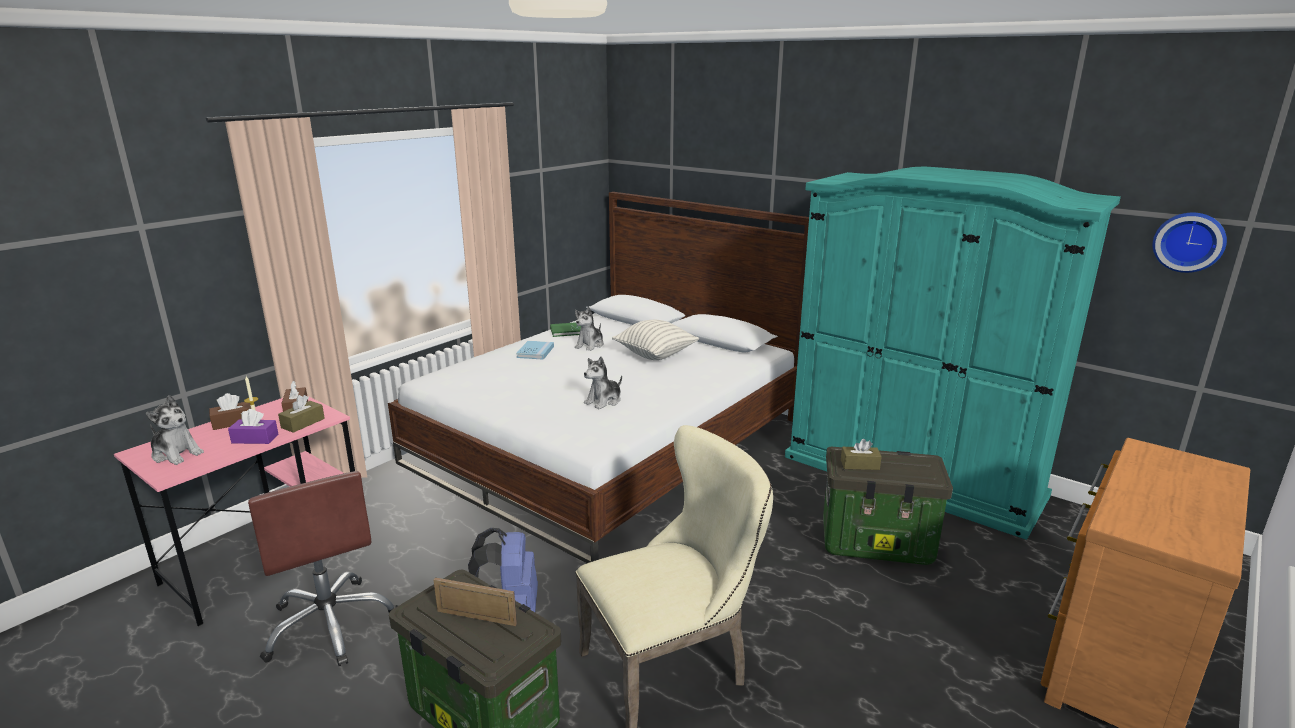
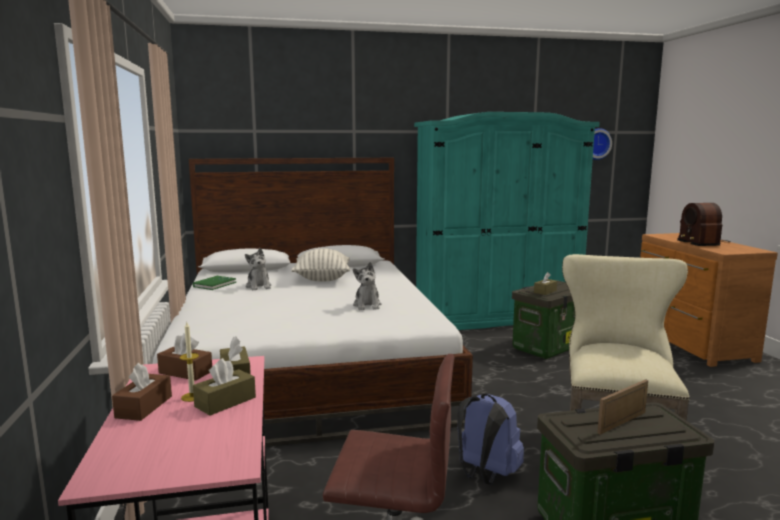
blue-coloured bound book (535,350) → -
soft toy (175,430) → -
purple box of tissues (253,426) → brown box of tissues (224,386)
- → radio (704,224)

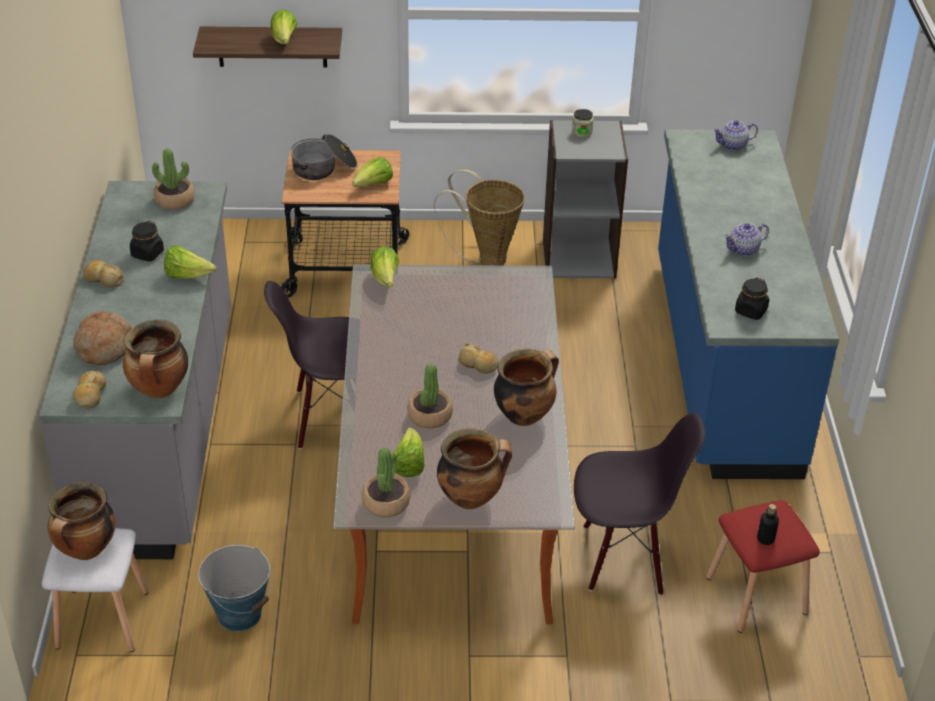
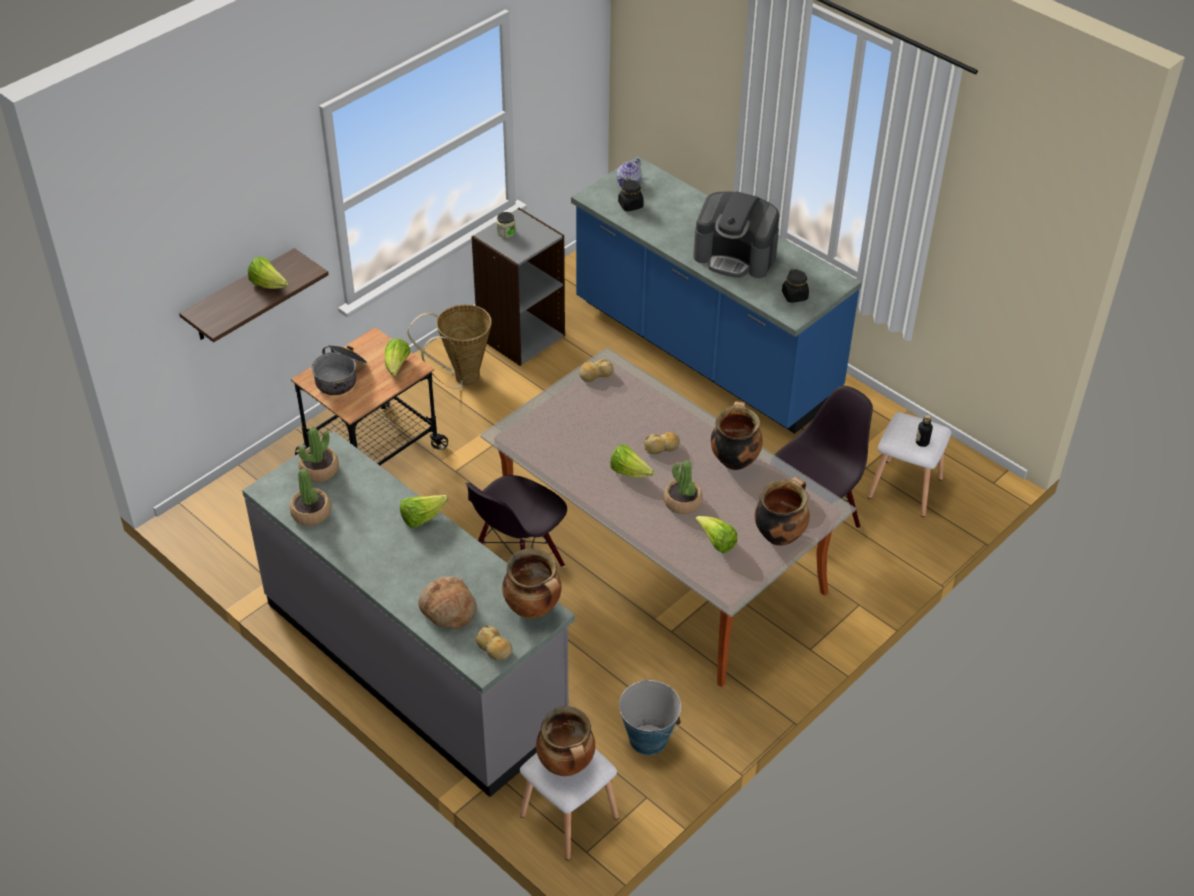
black-coloured jar (147,241) → black-coloured jar (631,195), move
teapot (746,239) → coffee machine (736,234)
head of lettuce (384,266) → head of lettuce (632,461), move
bakery bread (104,273) → bakery bread (596,370), move
plant in a pot (386,482) → plant in a pot (310,497), move
reddish stool seat (763,566) → white-coloured stool seat (910,464)

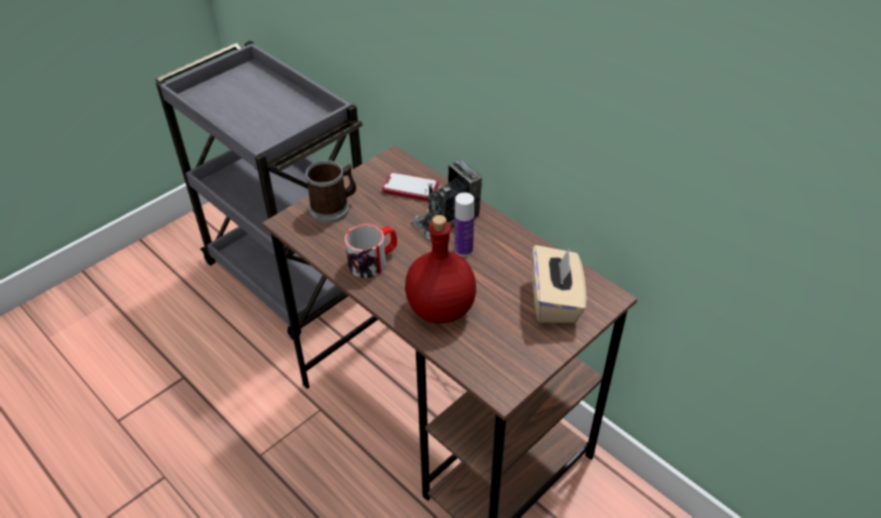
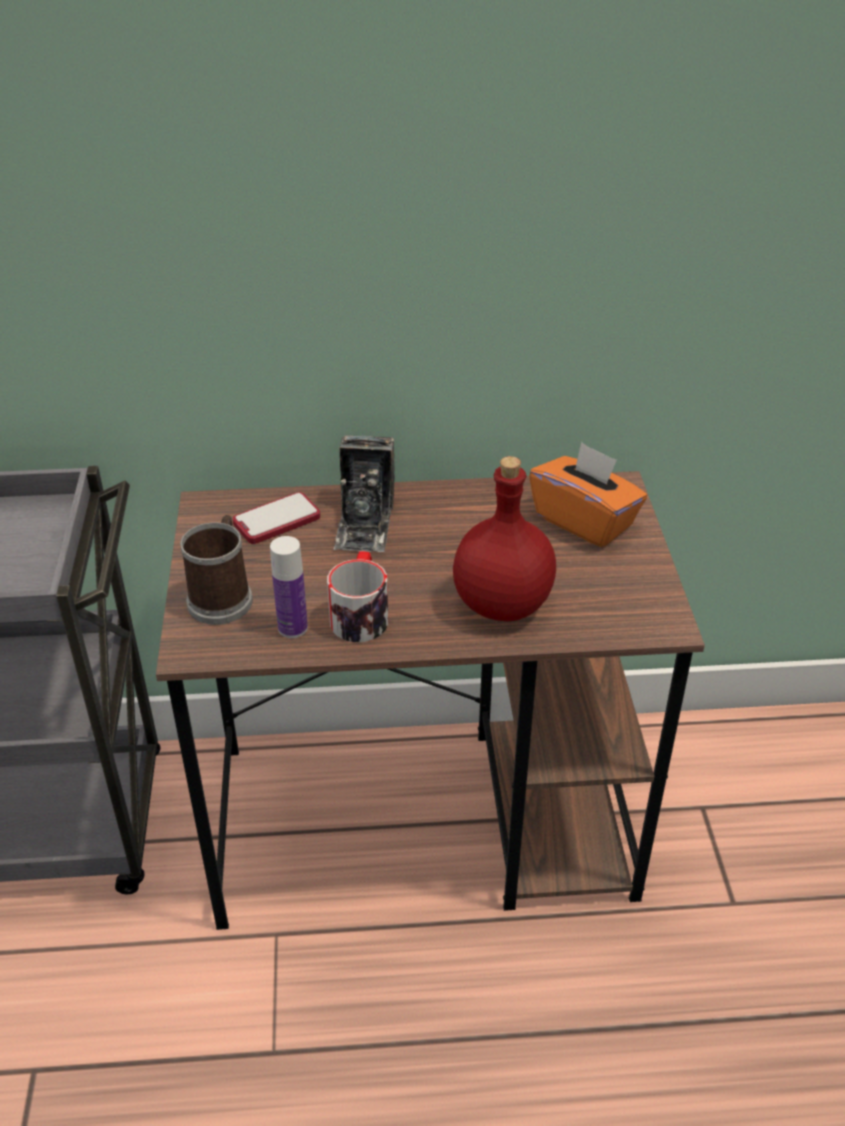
drink bottle (464,224) → drink bottle (289,587), move
sand-coloured box of tissues (559,284) → orange-coloured box of tissues (588,495)

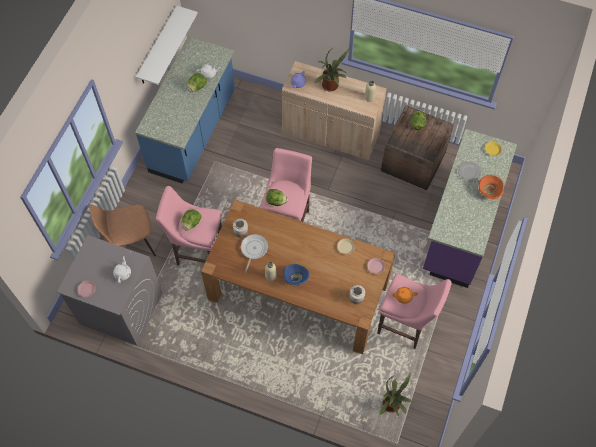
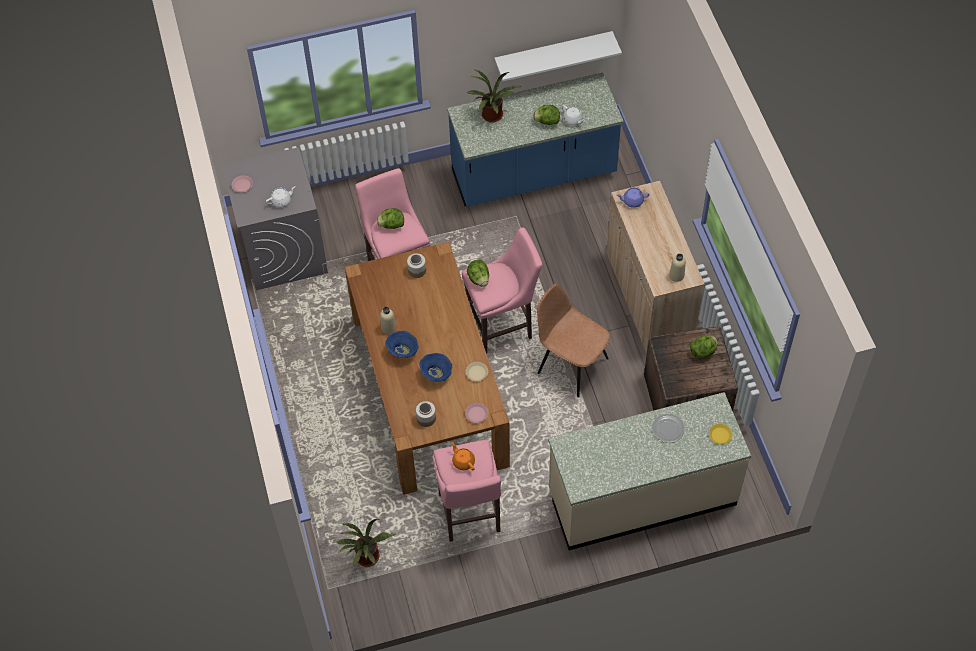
plant in a pot (332,69) → plant in a pot (494,95), move
purple counter (470,208) → sand-coloured counter (649,471)
orange-coloured serving bowl (491,187) → -
brown upright chair (122,230) → brown upright chair (573,340), move
pan (254,253) → -
- → blue-coloured serving bowl (435,367)

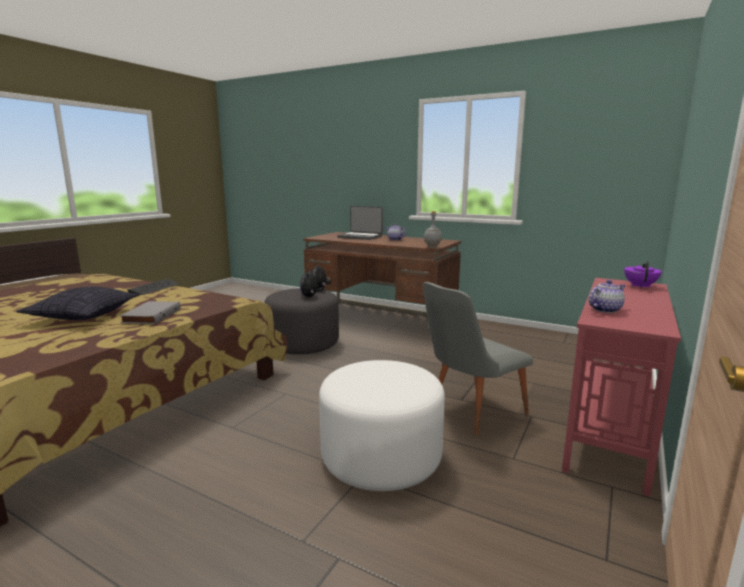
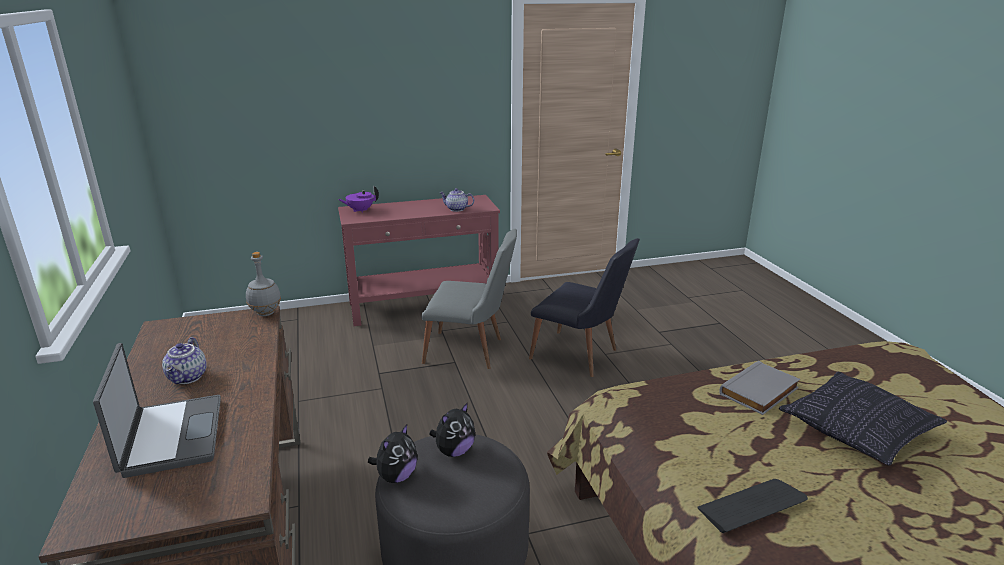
white-coloured pouffe (382,425) → black-coloured upright chair (584,307)

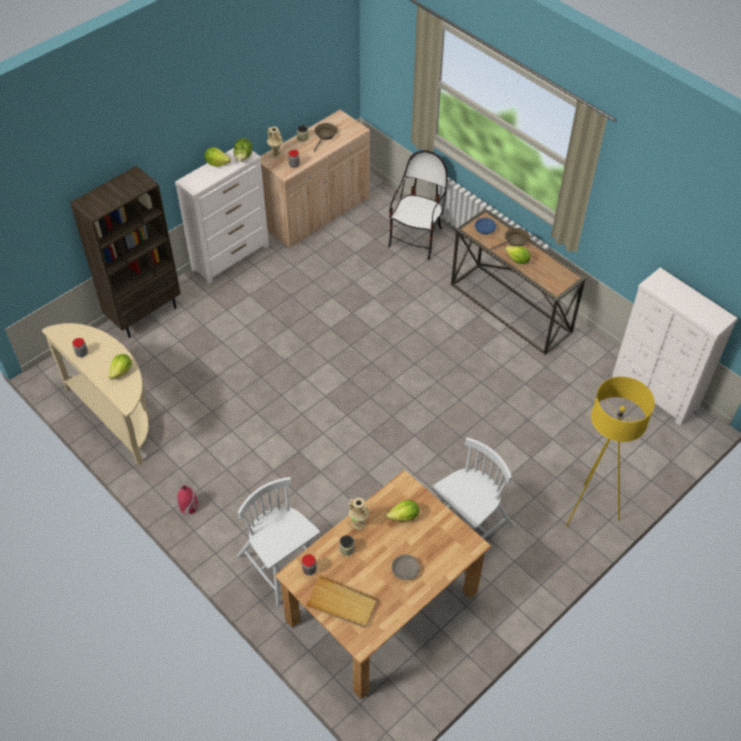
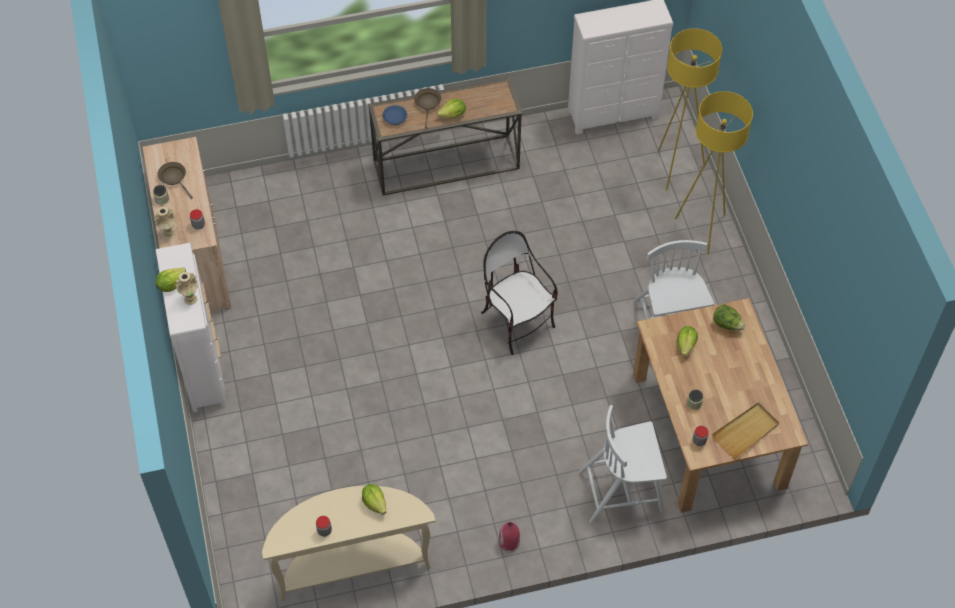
head of lettuce (243,150) → head of lettuce (729,317), move
upright chair (418,205) → upright chair (519,293), move
brown bookshelf (125,252) → -
sand-coloured flower vase (358,514) → sand-coloured flower vase (187,288), move
greyish serving bowl (406,567) → -
- → yellowish floor lamp (690,109)

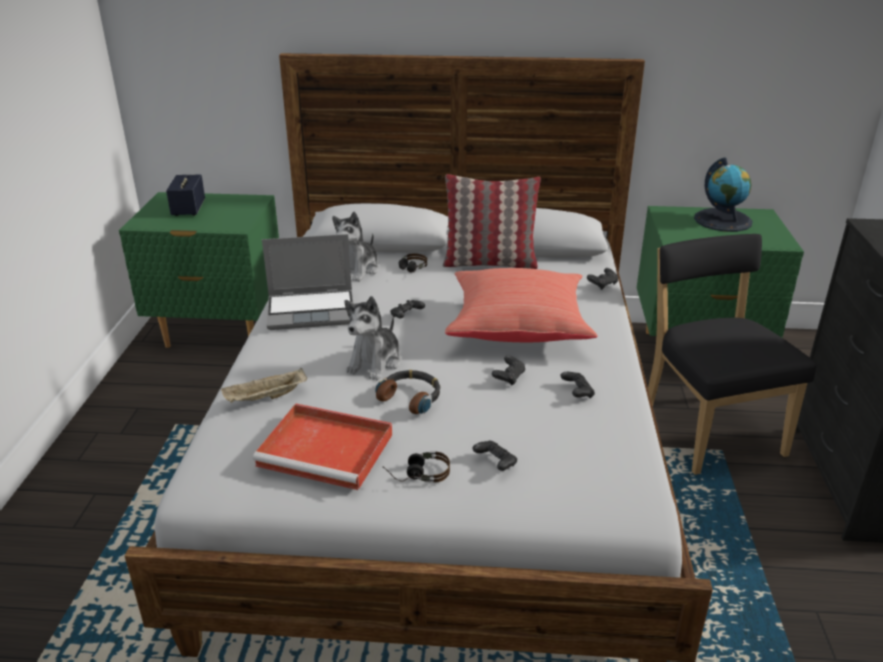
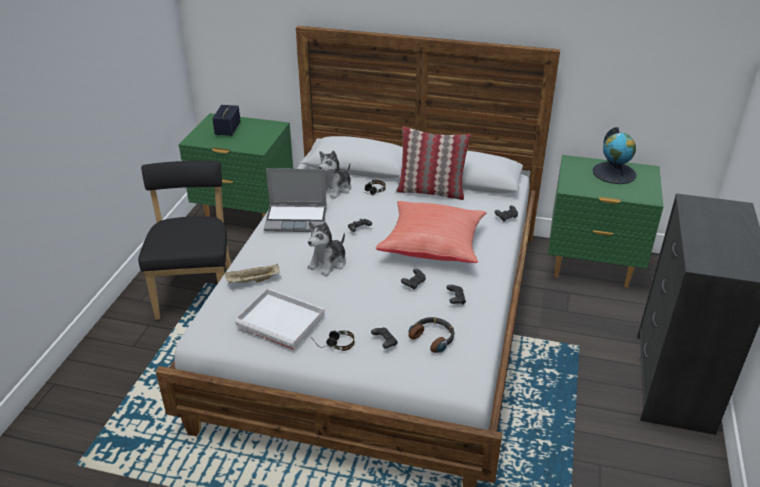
black-coloured upright chair (732,354) → black-coloured upright chair (184,240), move
pair of headphones (407,392) → pair of headphones (432,335), move
reddish carrying tray (322,446) → white-coloured carrying tray (280,319)

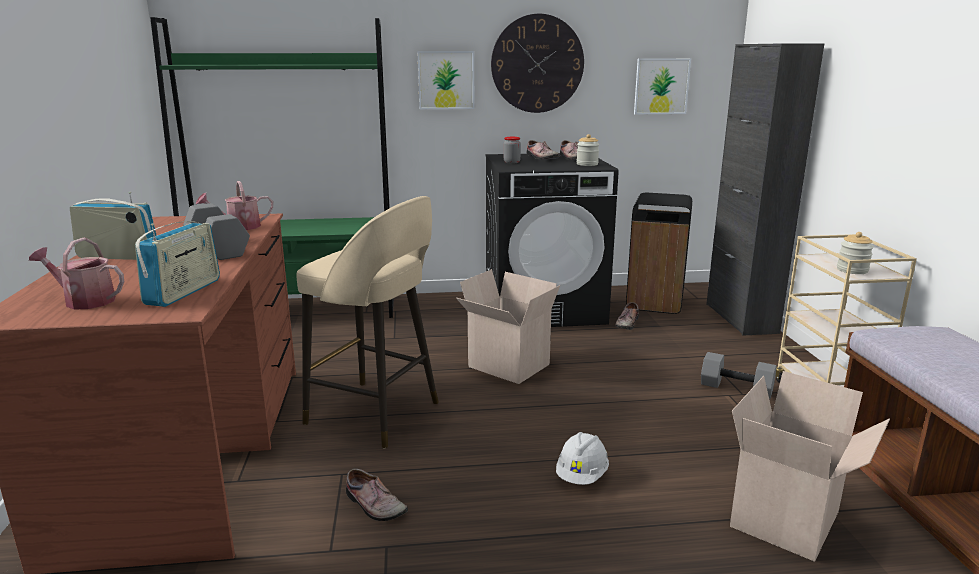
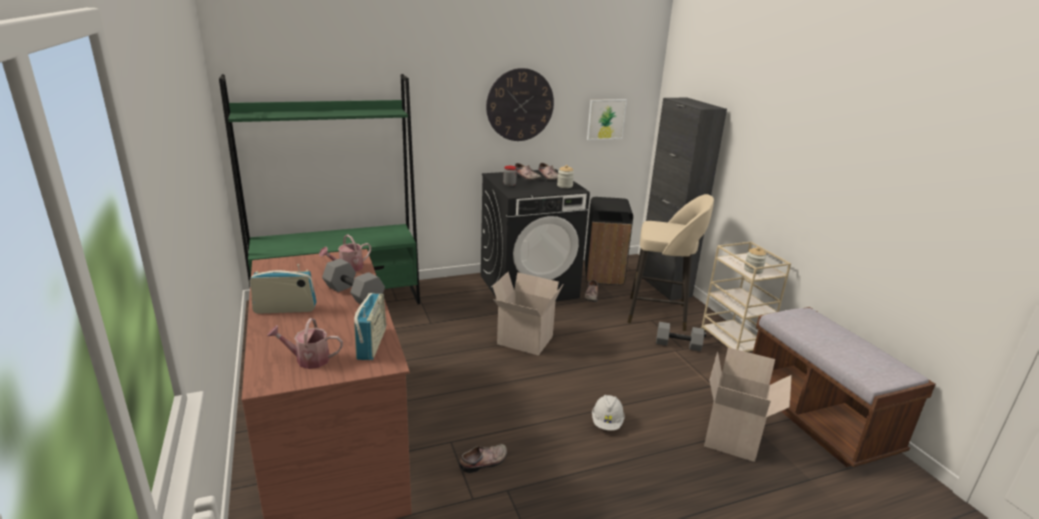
wall picture (446,80) → -
sand-coloured stool seat (367,322) → sand-coloured stool seat (671,262), move
item of footwear (377,495) → item of footwear (483,458), 60 degrees counterclockwise

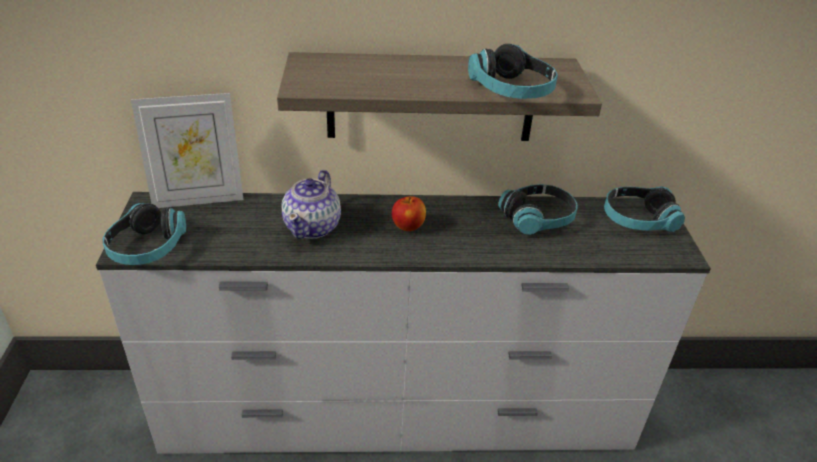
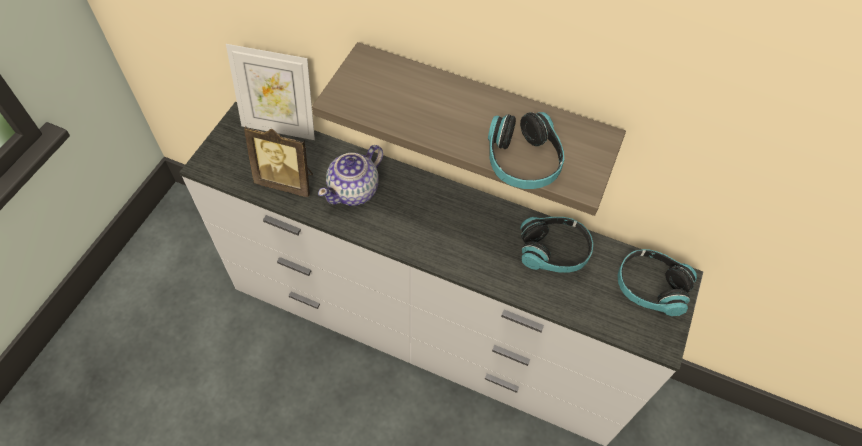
whole apple (409,213) → -
pair of headphones (144,234) → -
- → picture frame (278,161)

